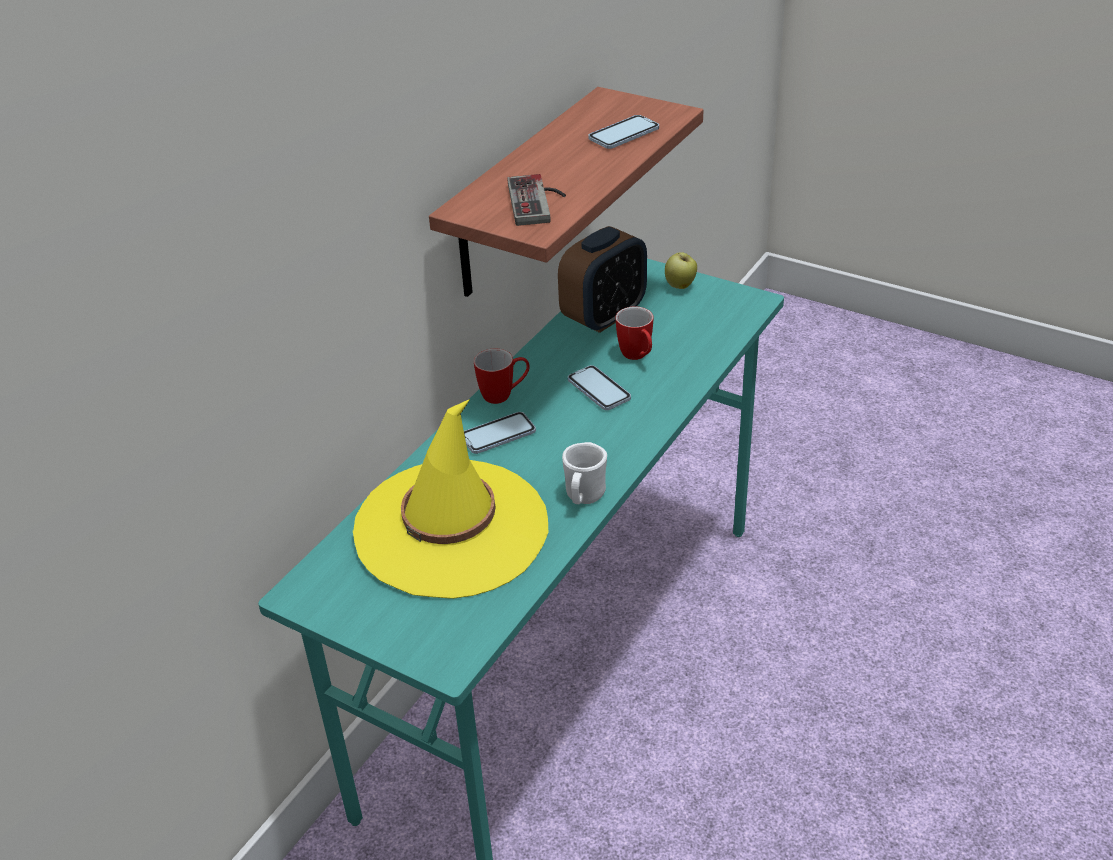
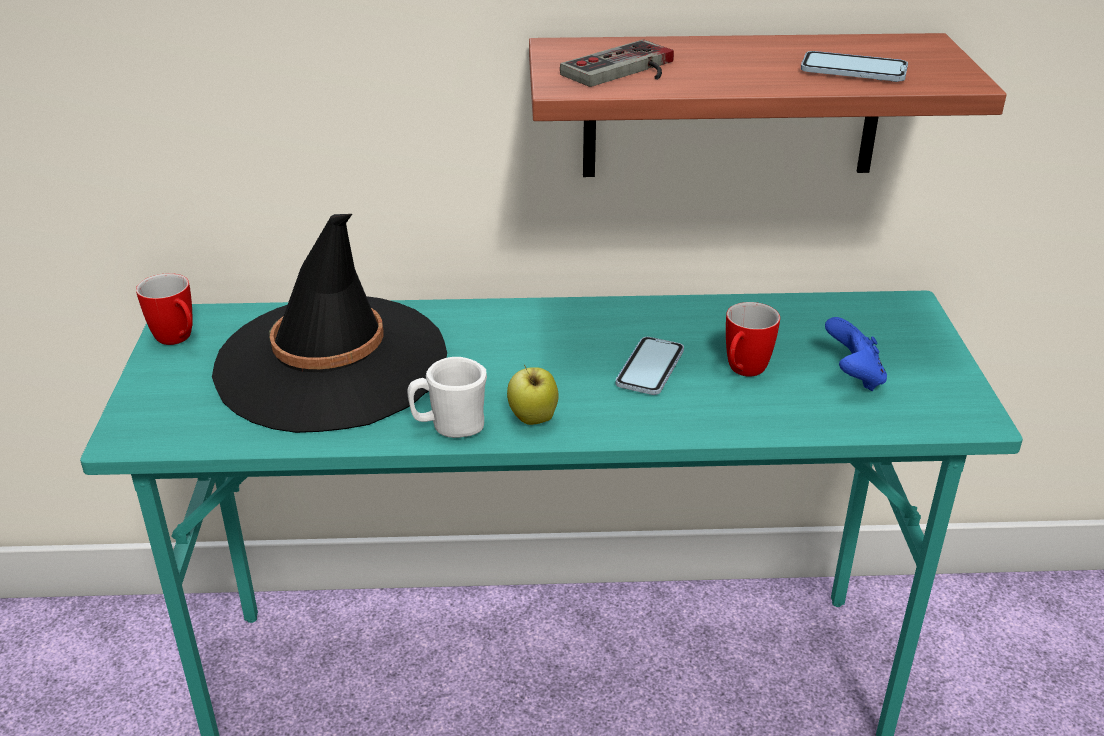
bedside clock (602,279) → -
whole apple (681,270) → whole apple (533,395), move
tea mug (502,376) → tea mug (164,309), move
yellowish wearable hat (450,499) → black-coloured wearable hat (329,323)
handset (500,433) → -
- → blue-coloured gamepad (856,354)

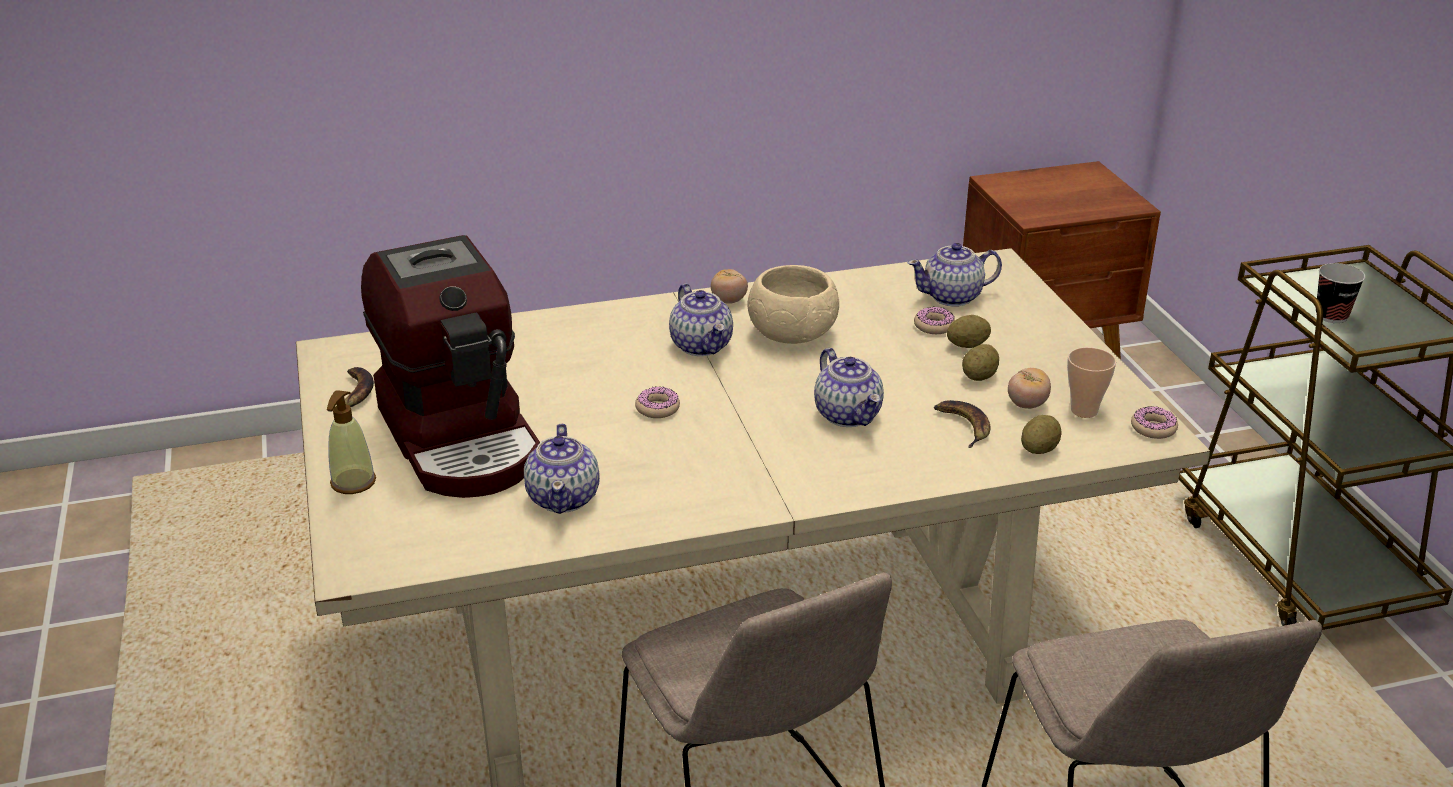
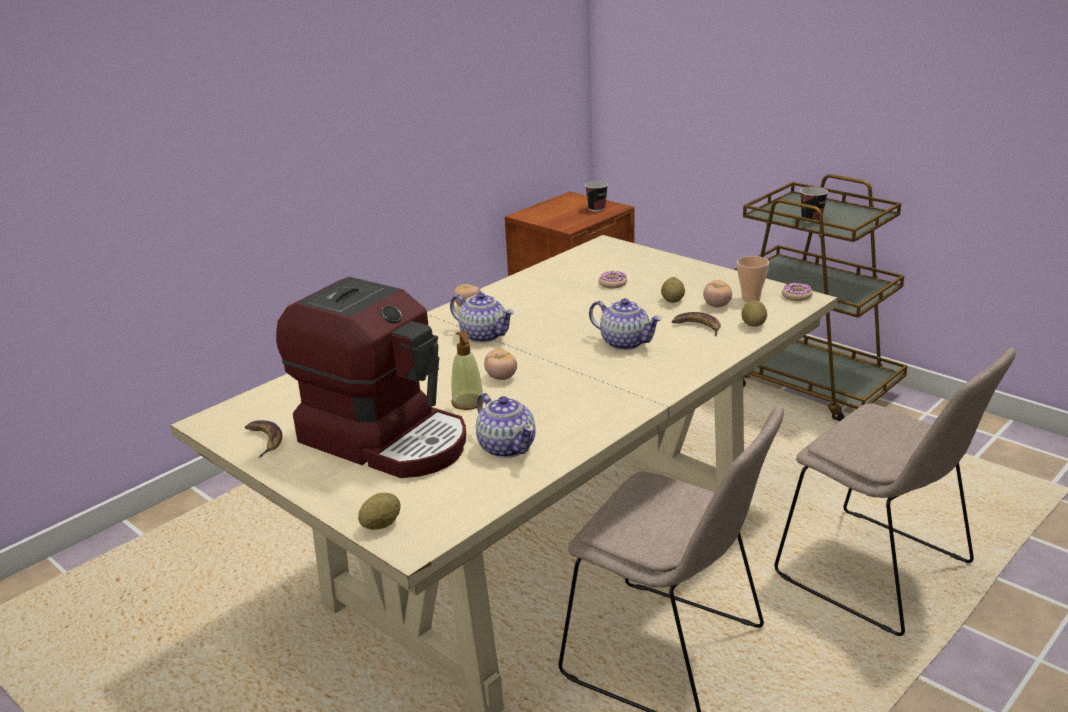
teapot (955,274) → -
sand-coloured serving bowl (793,304) → -
potato (969,331) → potato (379,511), move
donut (657,402) → tomato (500,364)
soap dispenser (351,442) → soap dispenser (467,370), move
- → cup (596,196)

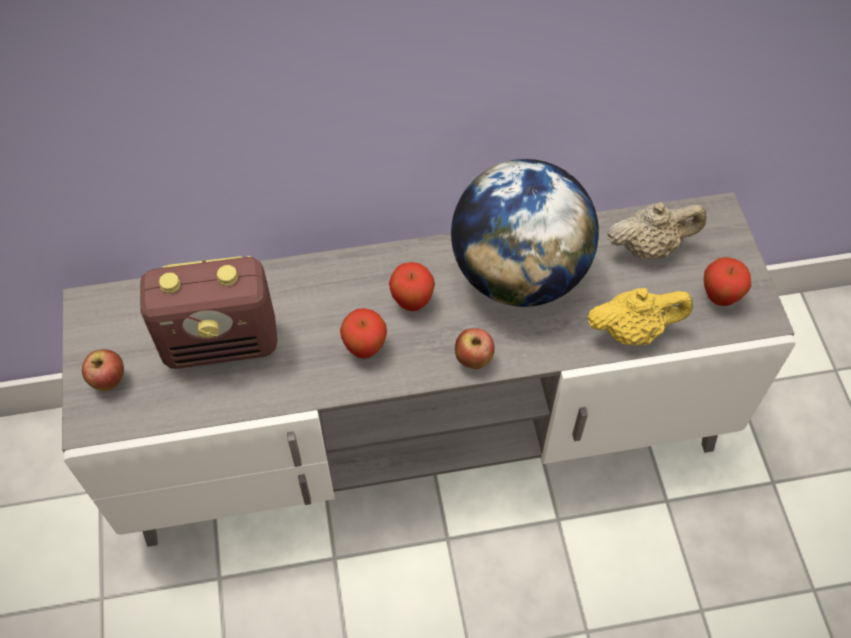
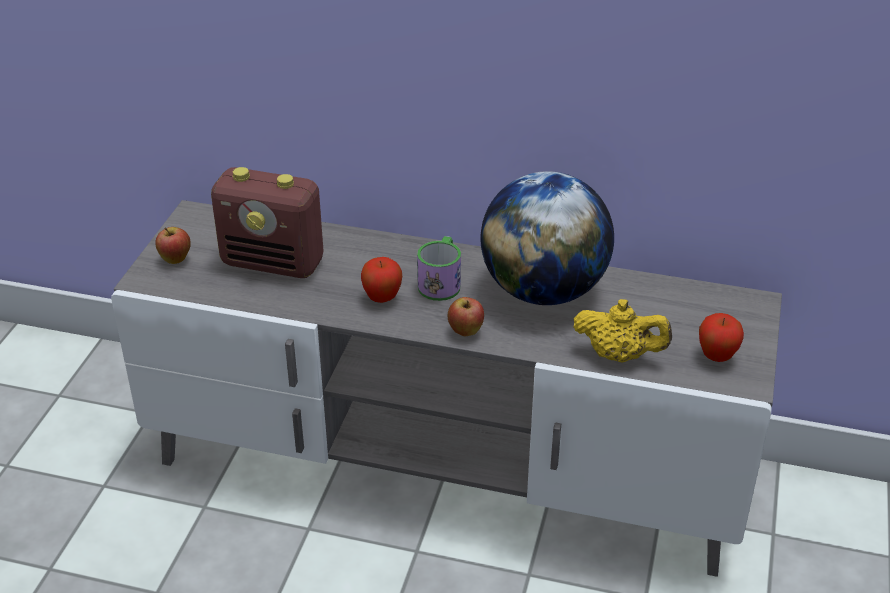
sand-coloured teapot (656,230) → -
whole apple (412,286) → tea mug (439,268)

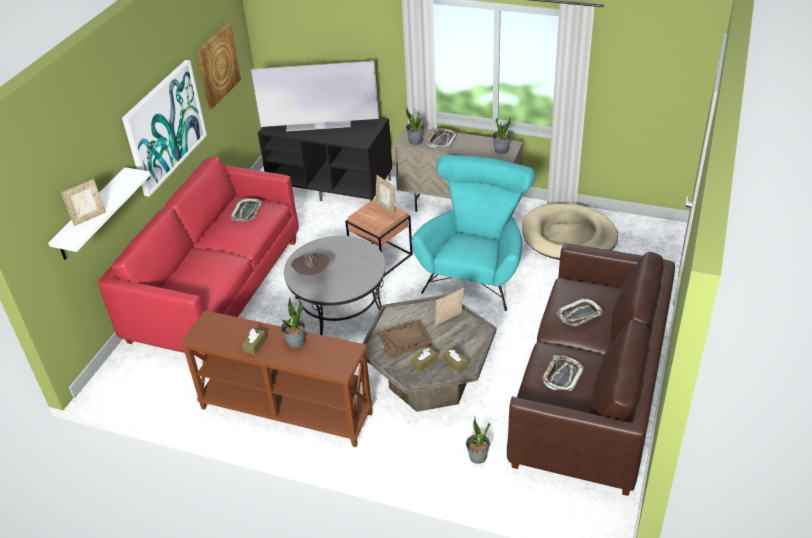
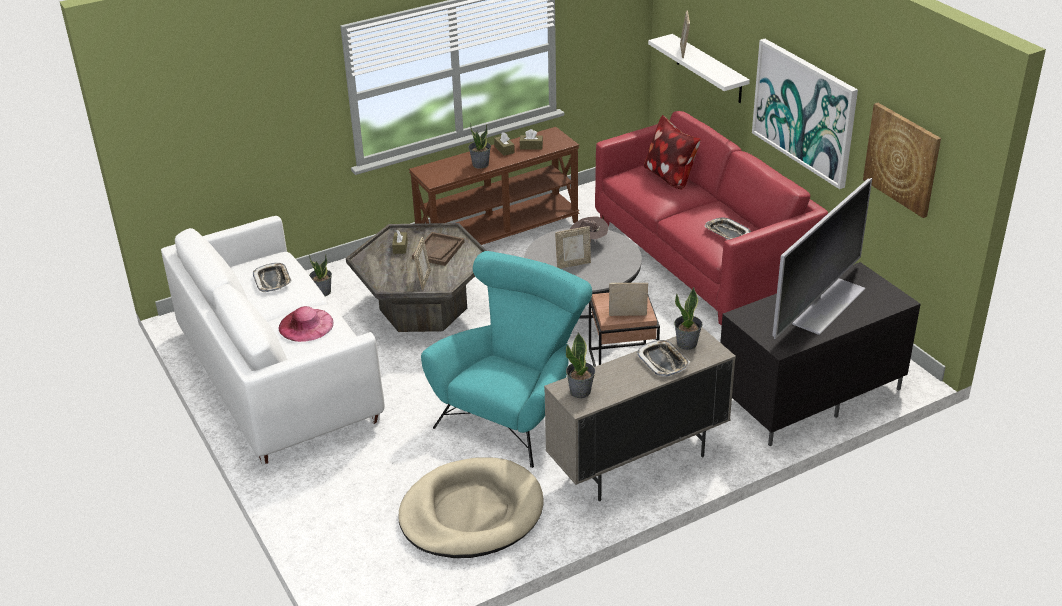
turquoise-coloured easy chair (473,233) → turquoise-coloured easy chair (506,359), 120 degrees counterclockwise
brown sofa (591,369) → white-coloured sofa (273,341)
carrying tray (580,312) → pinkish wearable hat (305,324)
brown box of tissues (455,360) → brown box of tissues (531,139), move
- → throw pillow (672,152)
- → picture frame (573,247)

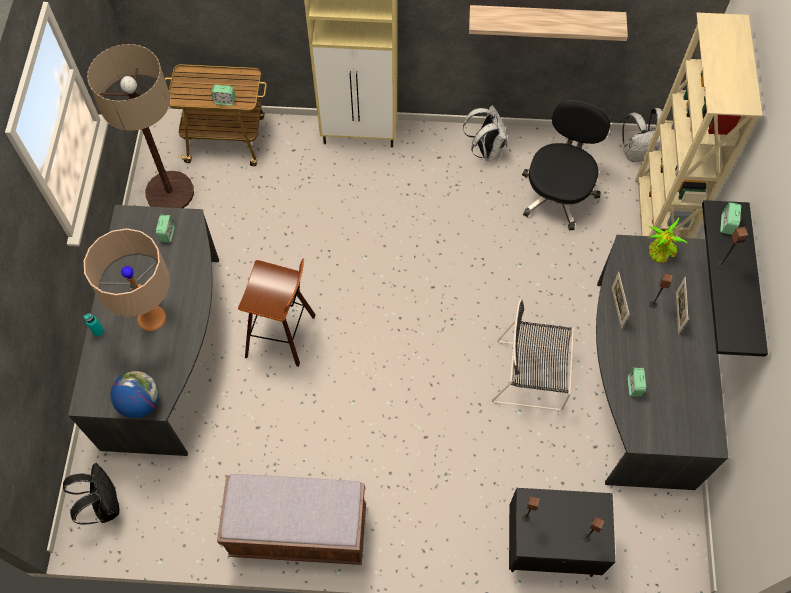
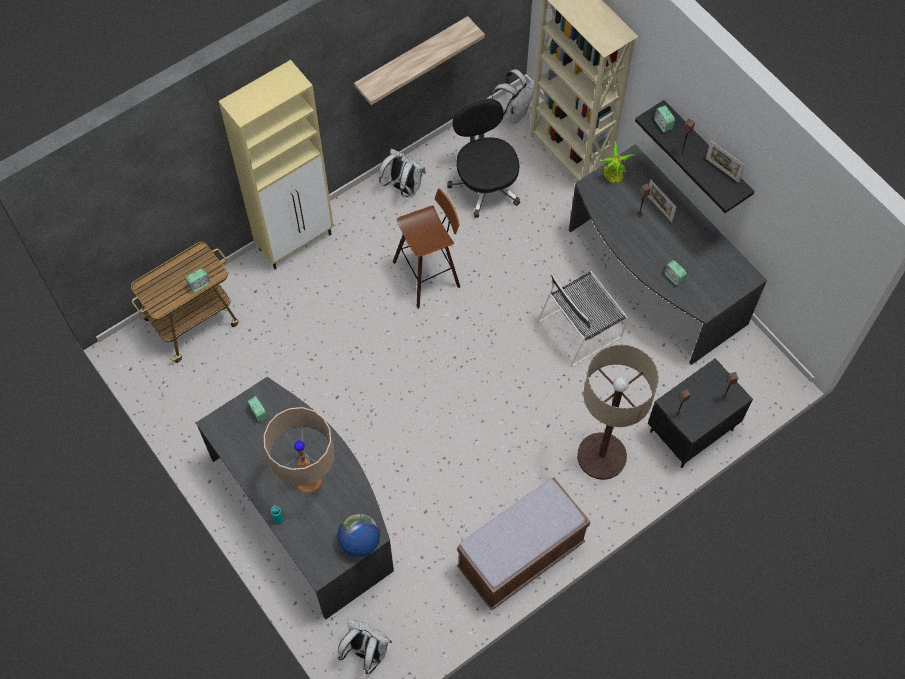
floor lamp (140,126) → floor lamp (618,412), move
stool seat (277,312) → stool seat (426,248), move
picture frame (620,300) → picture frame (725,162), move
black-coloured backpack (91,494) → white-coloured backpack (365,646)

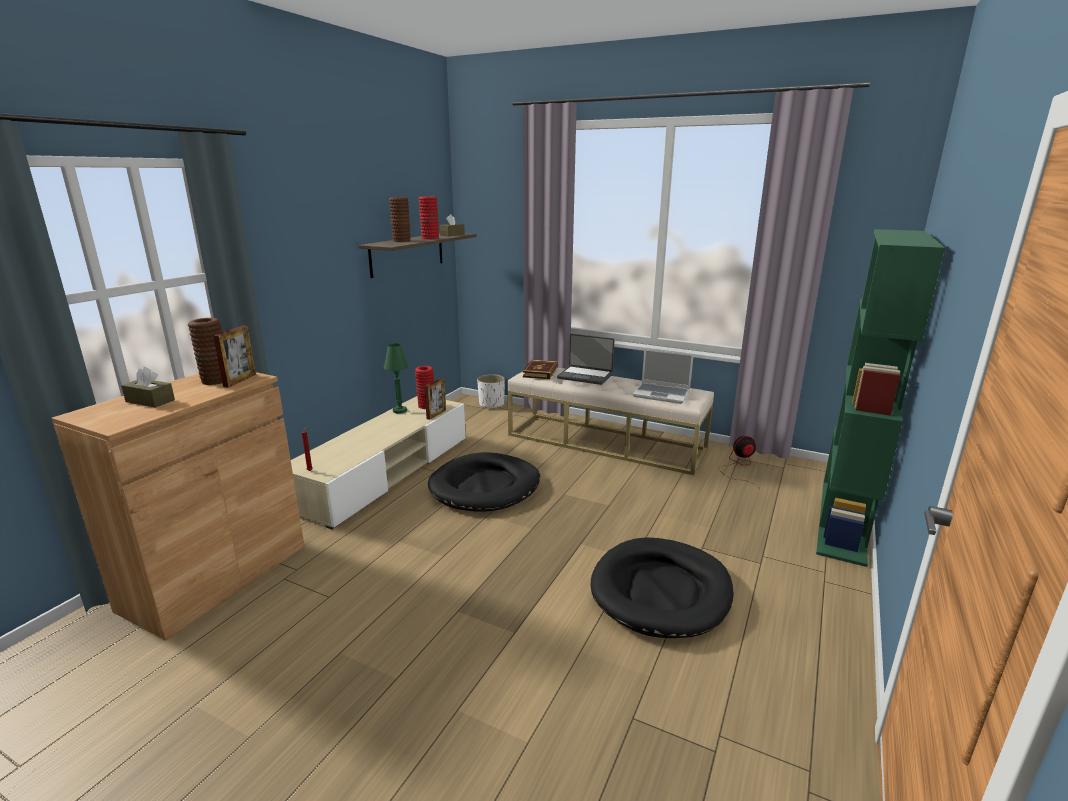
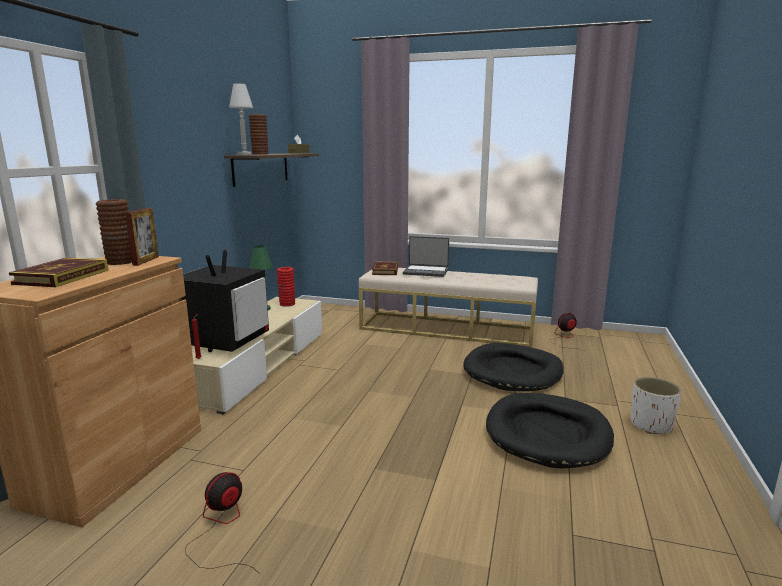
reddish flower vase (428,217) → -
green-coloured bookshelf (880,398) → -
notebook computer (663,376) → -
brown box of tissues (148,387) → bound book (58,272)
white-coloured plant pot (491,391) → white-coloured plant pot (656,405), move
picture frame (435,399) → -
black-coloured pet bed (484,482) → black-coloured pet bed (513,367), move
- → white-coloured tabletop lamp (241,119)
- → TV (225,301)
- → cooling fan (222,523)

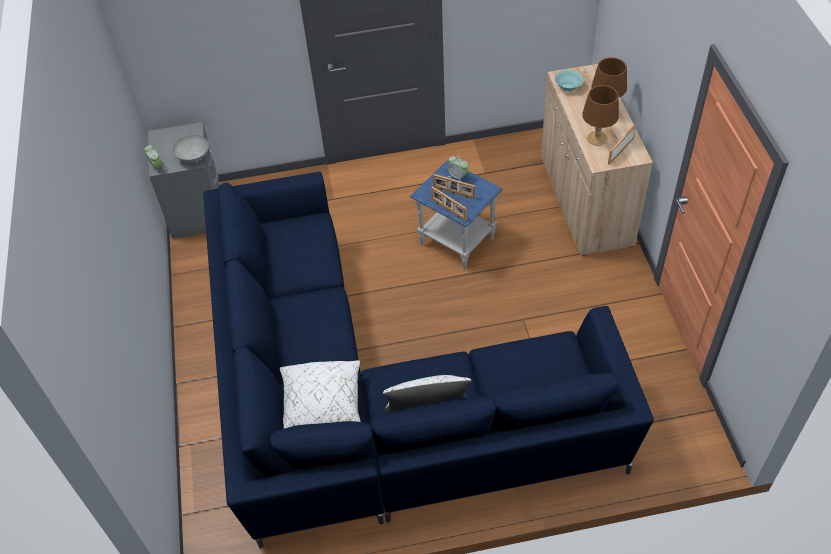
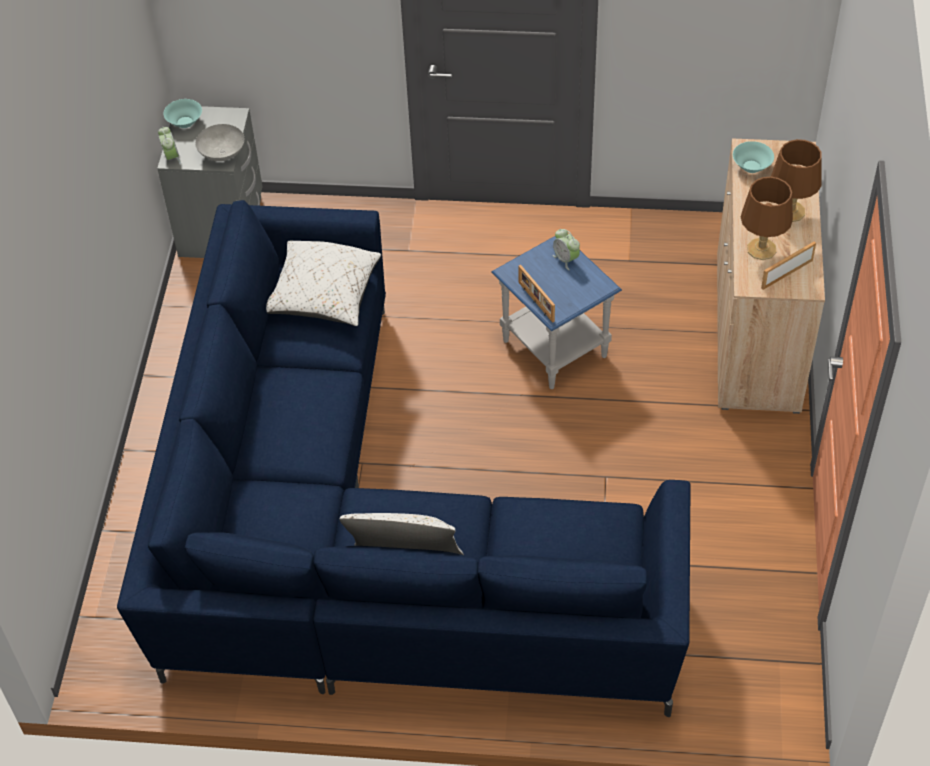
picture frame (454,186) → -
white-coloured throw pillow (320,394) → white-coloured throw pillow (323,283), move
- → turquoise-coloured serving bowl (183,113)

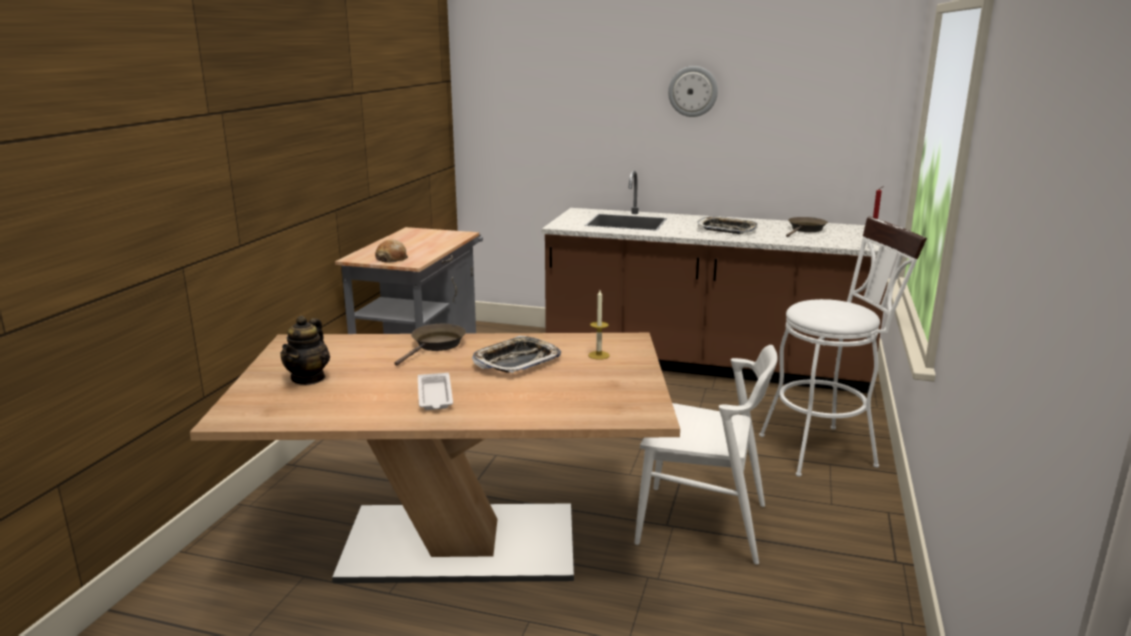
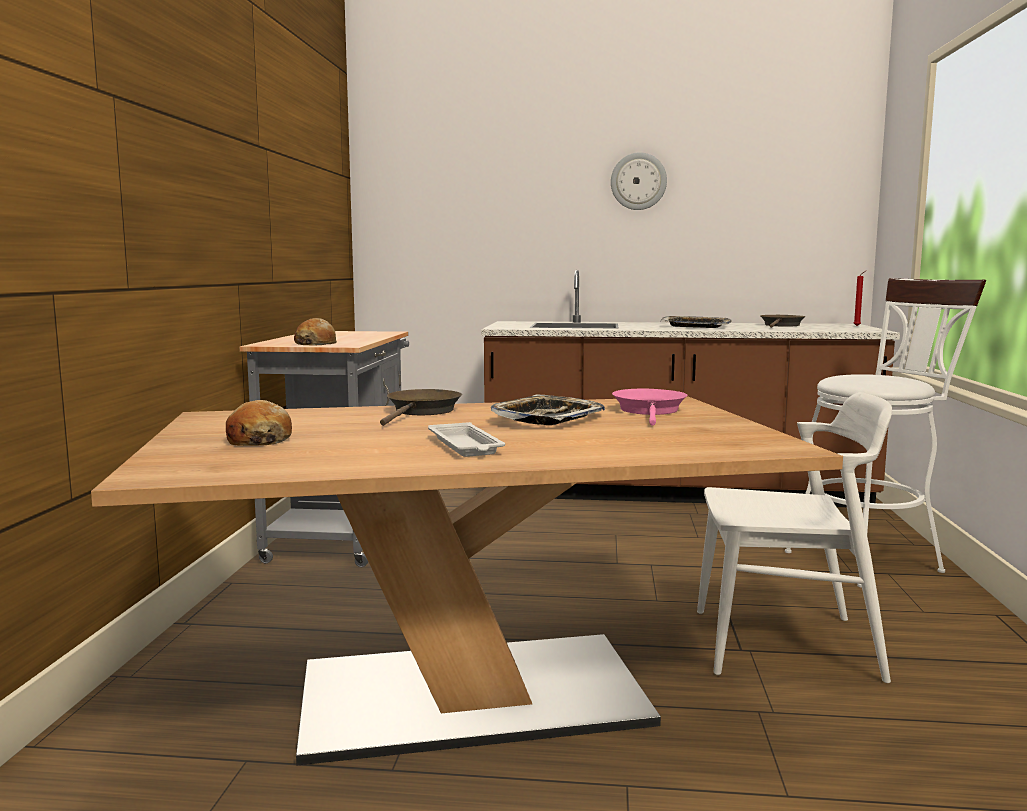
wax light (599,325) → pinkish pan (649,407)
teapot (305,350) → bakery bread (259,423)

